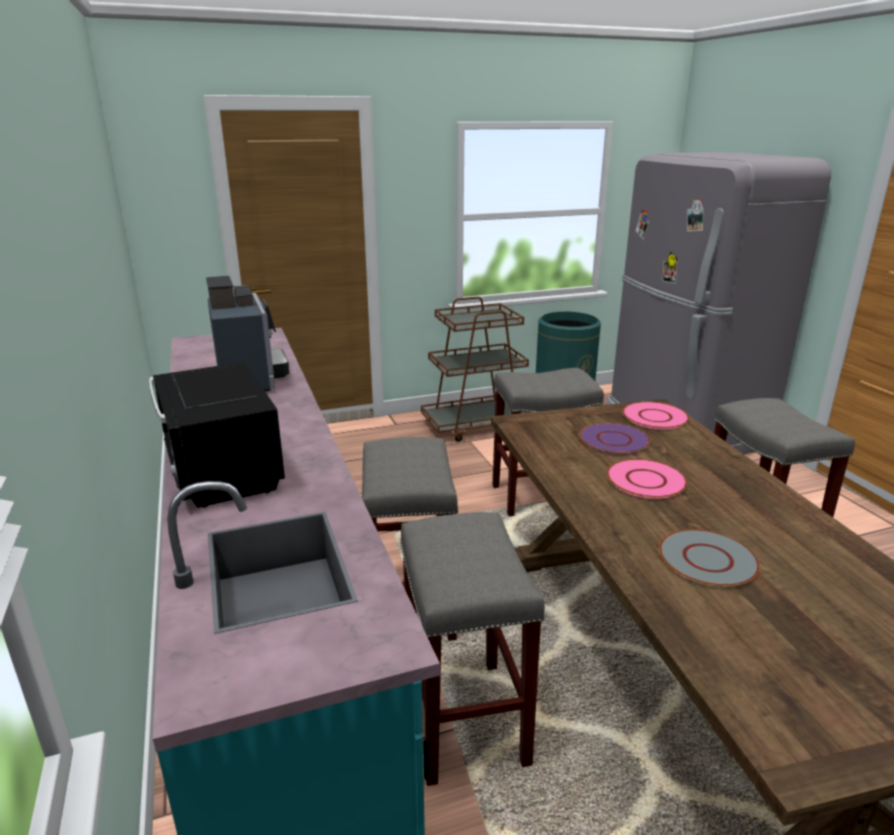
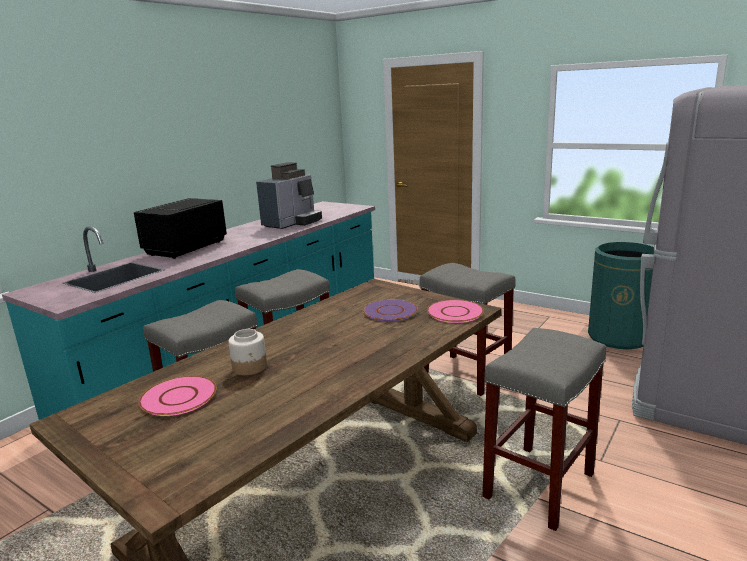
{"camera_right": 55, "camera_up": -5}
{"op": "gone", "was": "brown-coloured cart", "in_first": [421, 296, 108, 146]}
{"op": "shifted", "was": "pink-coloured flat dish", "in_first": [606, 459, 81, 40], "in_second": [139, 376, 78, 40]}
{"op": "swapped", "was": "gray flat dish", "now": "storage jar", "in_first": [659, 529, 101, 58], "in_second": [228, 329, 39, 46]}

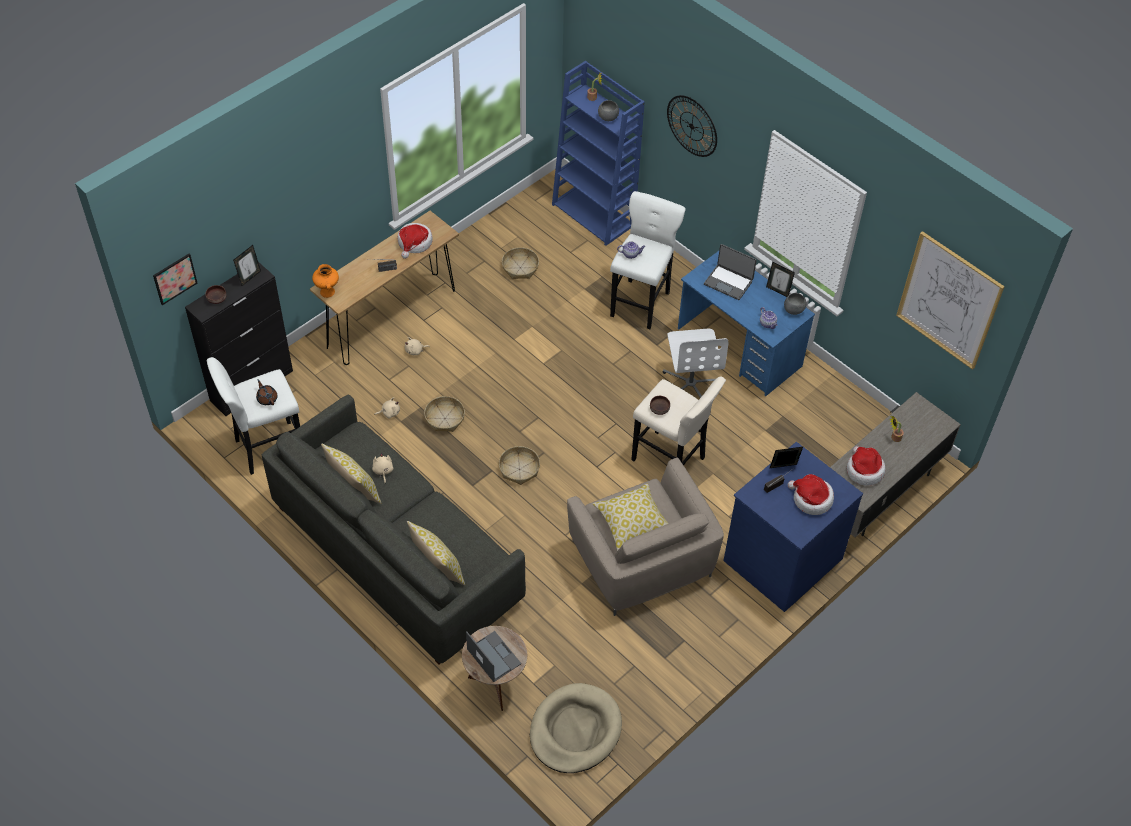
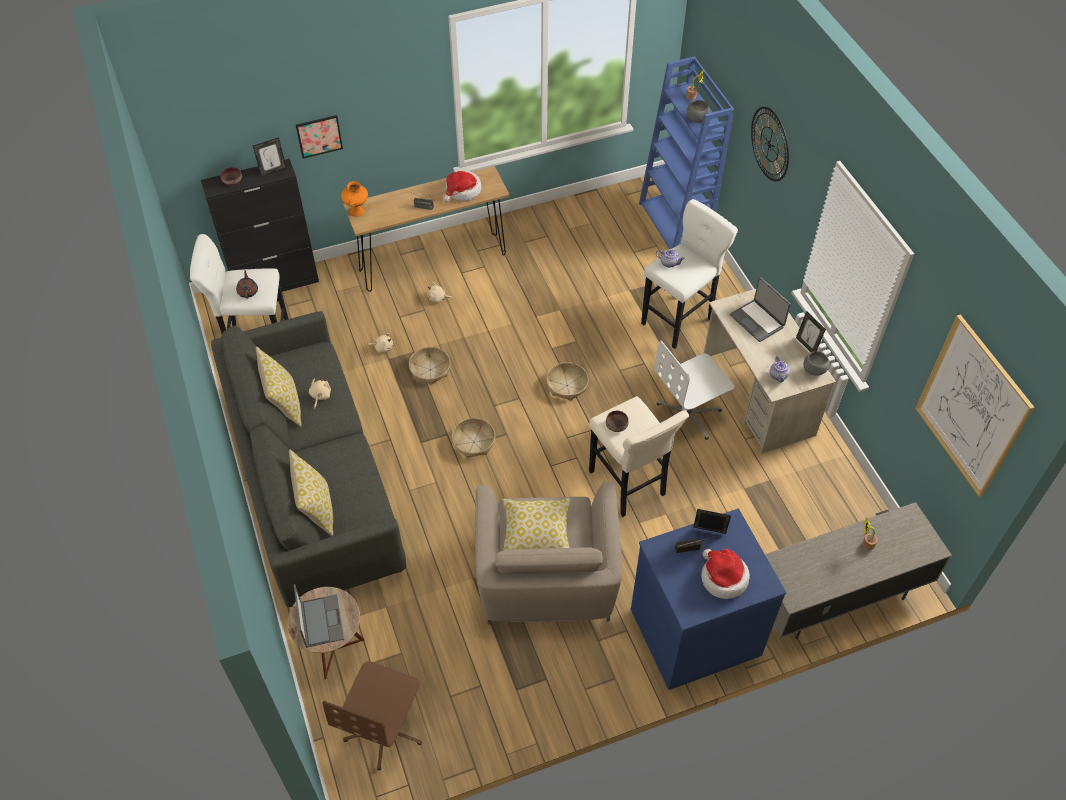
{"camera_right": 25, "camera_up": 0}
{"op": "shifted", "was": "wall art", "in_first": [153, 254, 44, 51], "in_second": [296, 115, 47, 44]}
{"op": "shifted", "was": "basket", "in_first": [502, 247, 37, 32], "in_second": [546, 362, 43, 39]}
{"op": "swapped", "was": "beige-coloured pet bed", "now": "brown-coloured desk chair", "in_first": [530, 683, 92, 90], "in_second": [322, 661, 100, 109]}
{"op": "rotated", "was": "white desk chair", "in_first": [662, 329, 66, 69], "in_second": [654, 340, 80, 100], "clockwise": 45}
{"op": "repainted", "was": "blue-coloured desk unit", "now": "beige-coloured desk unit", "in_first": [678, 251, 137, 145], "in_second": [703, 285, 133, 169]}
{"op": "gone", "was": "wearable hat", "in_first": [847, 446, 38, 40]}

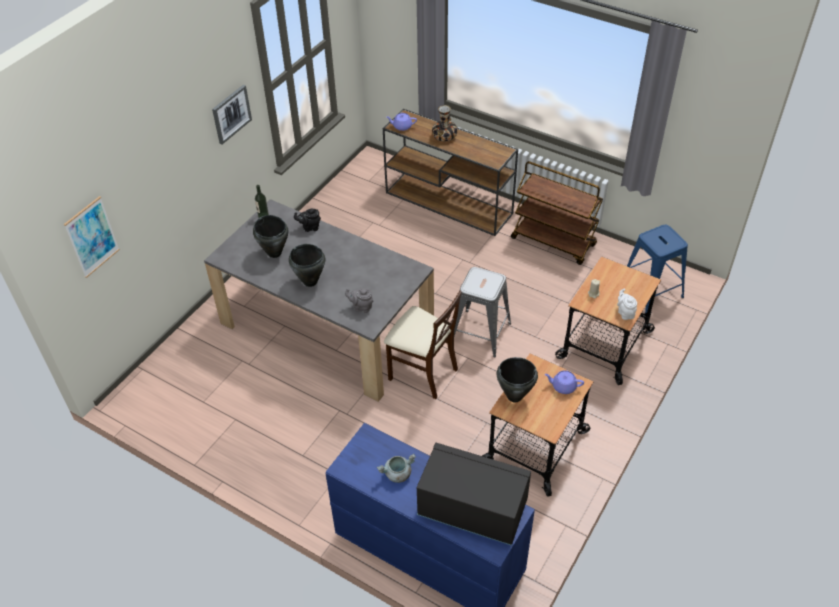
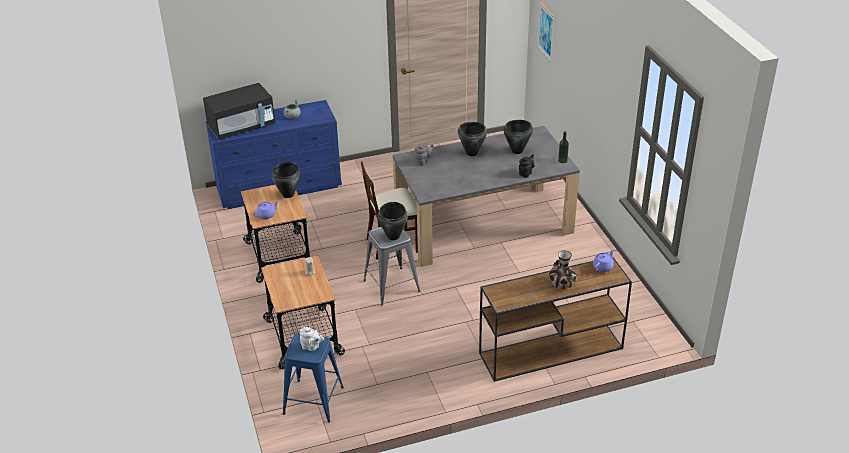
{"camera_right": 130, "camera_up": -10}
{"op": "gone", "was": "wall art", "in_first": [212, 85, 40, 59]}
{"op": "gone", "was": "brown-coloured cart", "in_first": [511, 161, 92, 104]}
{"op": "shifted", "was": "white tea pot", "in_first": [617, 288, 20, 32], "in_second": [300, 327, 24, 24]}
{"op": "new", "now": "blackish saucepot", "in_second": [378, 202, 30, 38]}

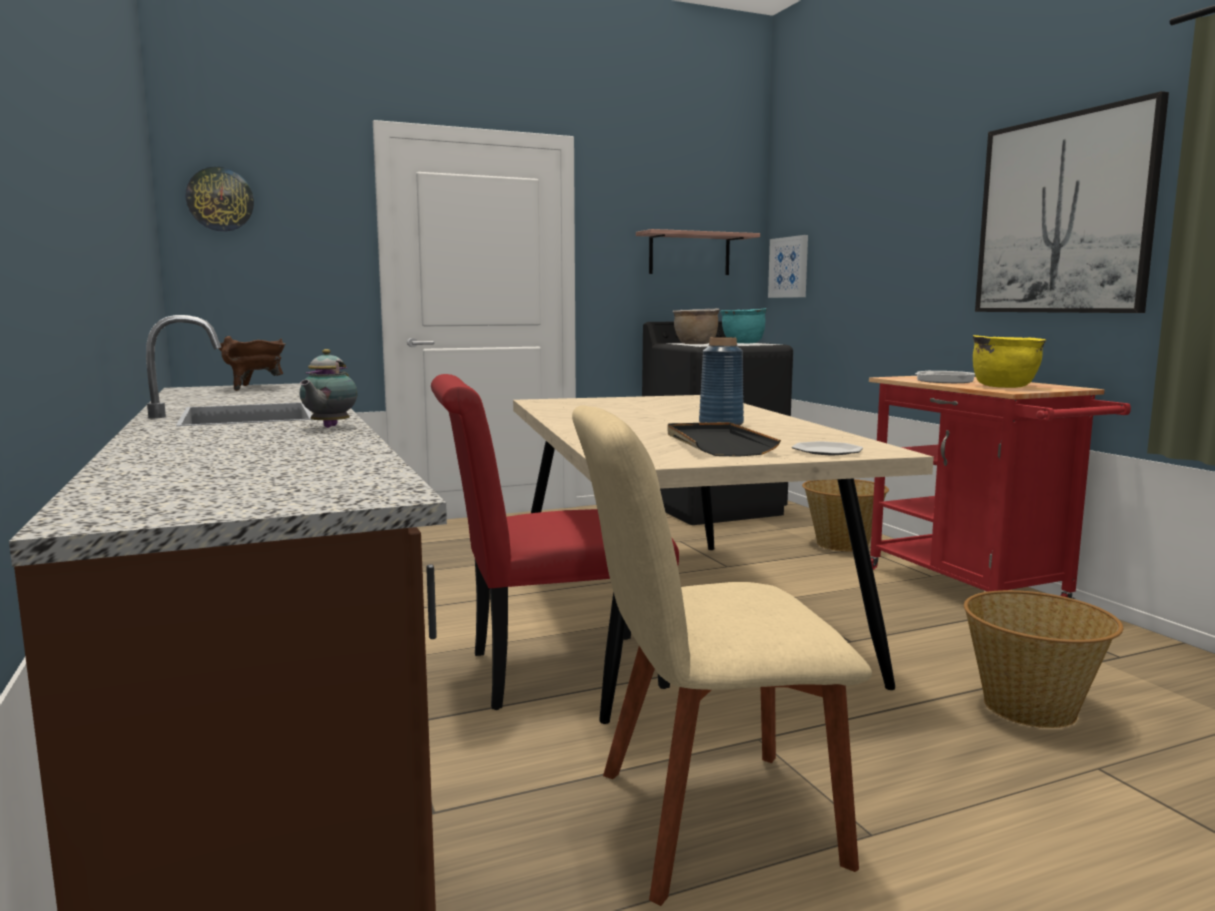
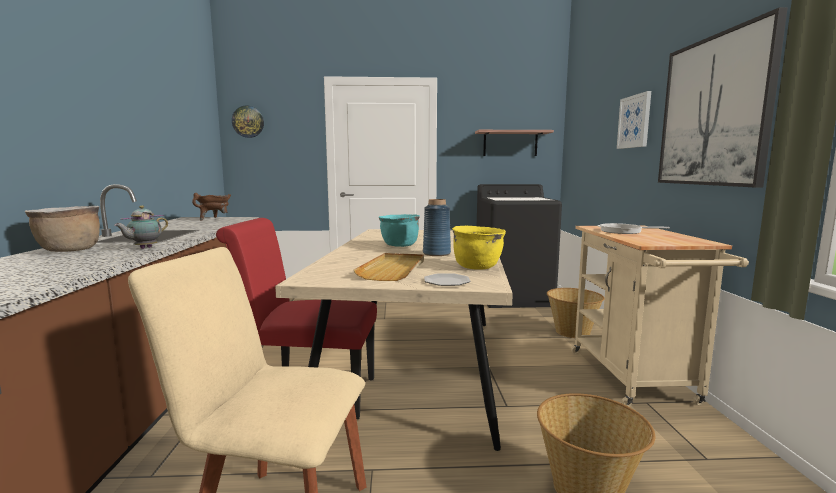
{"camera_right": 20, "camera_up": 0}
{"op": "repainted", "was": "blackish tray", "now": "beige-coloured tray", "in_first": [668, 422, 113, 35], "in_second": [354, 253, 70, 28]}
{"op": "shifted", "was": "brown-coloured saucepot", "in_first": [673, 308, 47, 36], "in_second": [25, 206, 75, 46]}
{"op": "shifted", "was": "turquoise saucepot", "in_first": [720, 308, 47, 35], "in_second": [379, 214, 41, 33]}
{"op": "shifted", "was": "wall art", "in_first": [768, 235, 40, 63], "in_second": [617, 91, 34, 58]}
{"op": "repainted", "was": "red cart", "now": "beige-coloured cart", "in_first": [869, 376, 262, 223], "in_second": [571, 225, 178, 182]}
{"op": "shifted", "was": "yellowish saucepot", "in_first": [973, 335, 74, 53], "in_second": [452, 226, 54, 44]}

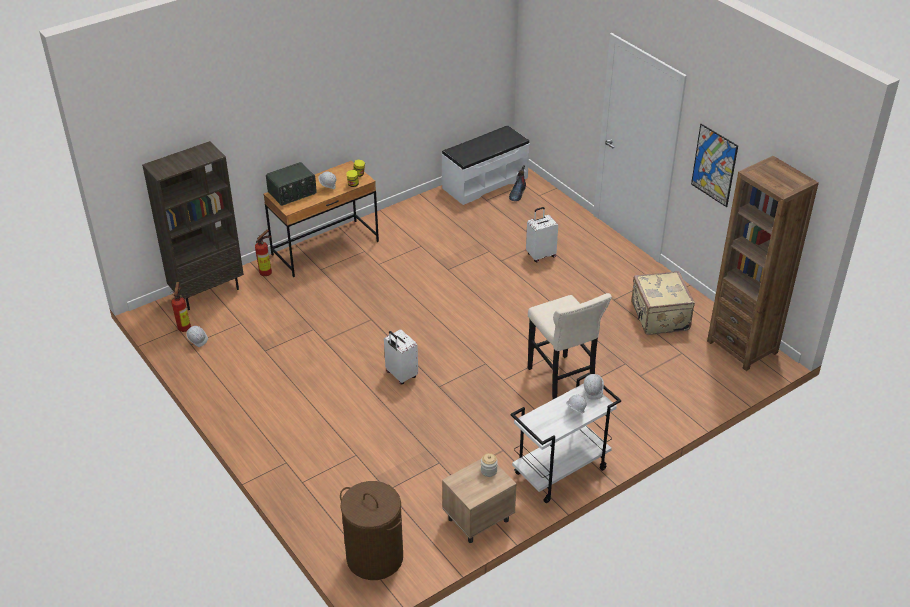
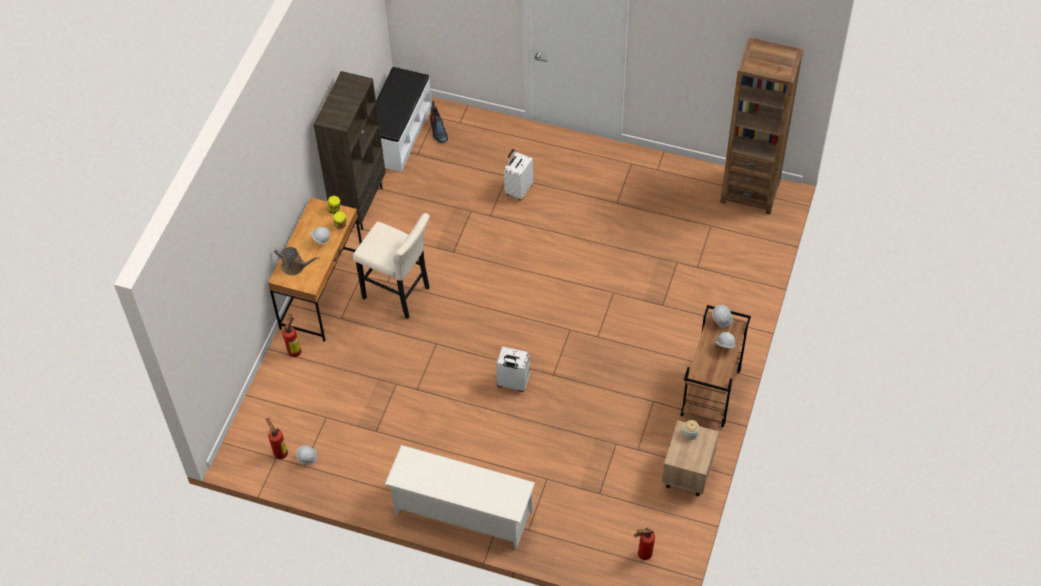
{"camera_right": -35, "camera_up": 15}
{"op": "shifted", "was": "brown-coloured bookshelf", "in_first": [142, 141, 102, 169], "in_second": [313, 71, 73, 159]}
{"op": "swapped", "was": "radio set", "now": "brown-coloured sprinkling can", "in_first": [266, 162, 51, 44], "in_second": [274, 247, 46, 29]}
{"op": "swapped", "was": "brown-coloured hamper", "now": "extinguisher", "in_first": [340, 481, 63, 99], "in_second": [634, 527, 21, 33]}
{"op": "repainted", "was": "white cart", "now": "brown-coloured cart", "in_first": [511, 373, 110, 130], "in_second": [680, 305, 71, 122]}
{"op": "shifted", "was": "beige-coloured sitting stool", "in_first": [528, 293, 84, 107], "in_second": [353, 213, 77, 106]}
{"op": "gone", "was": "beige-coloured suitcase", "in_first": [631, 271, 64, 64]}
{"op": "gone", "was": "wall art", "in_first": [691, 124, 47, 83]}
{"op": "new", "now": "white shoe shelf", "in_second": [385, 445, 150, 105]}

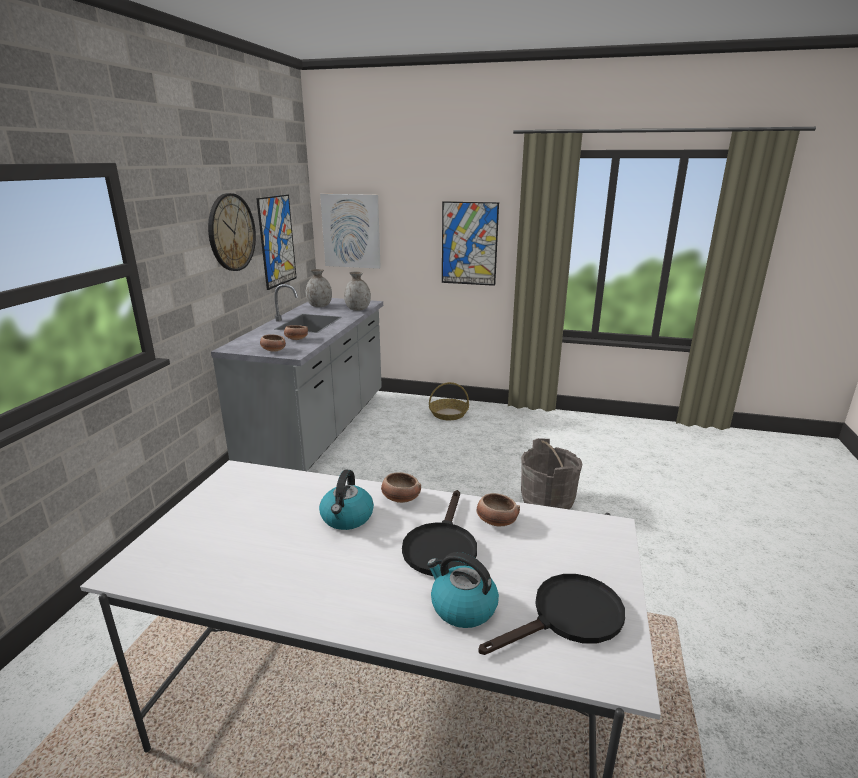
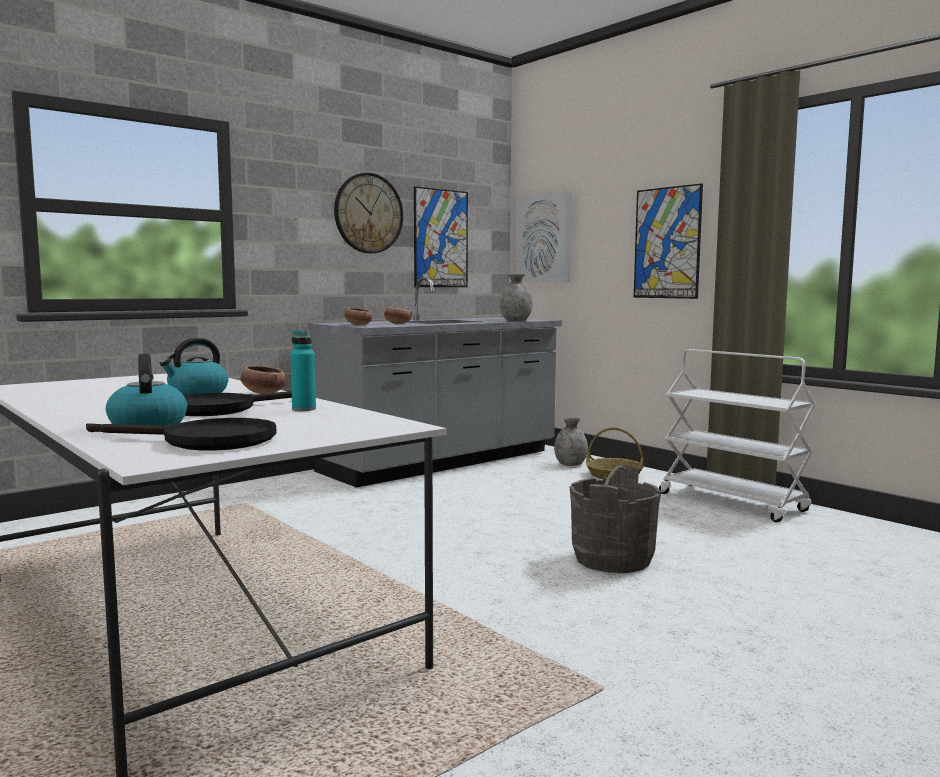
{"camera_right": 35, "camera_up": -15}
{"op": "shifted", "was": "gray vase", "in_first": [306, 269, 26, 38], "in_second": [554, 418, 34, 48]}
{"op": "swapped", "was": "deep dish", "now": "turquoise beverage bottle", "in_first": [476, 493, 44, 33], "in_second": [291, 330, 25, 81]}
{"op": "new", "now": "white cart", "in_second": [659, 349, 157, 173]}

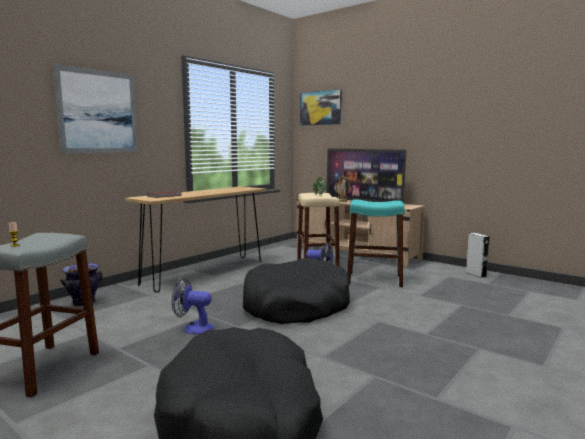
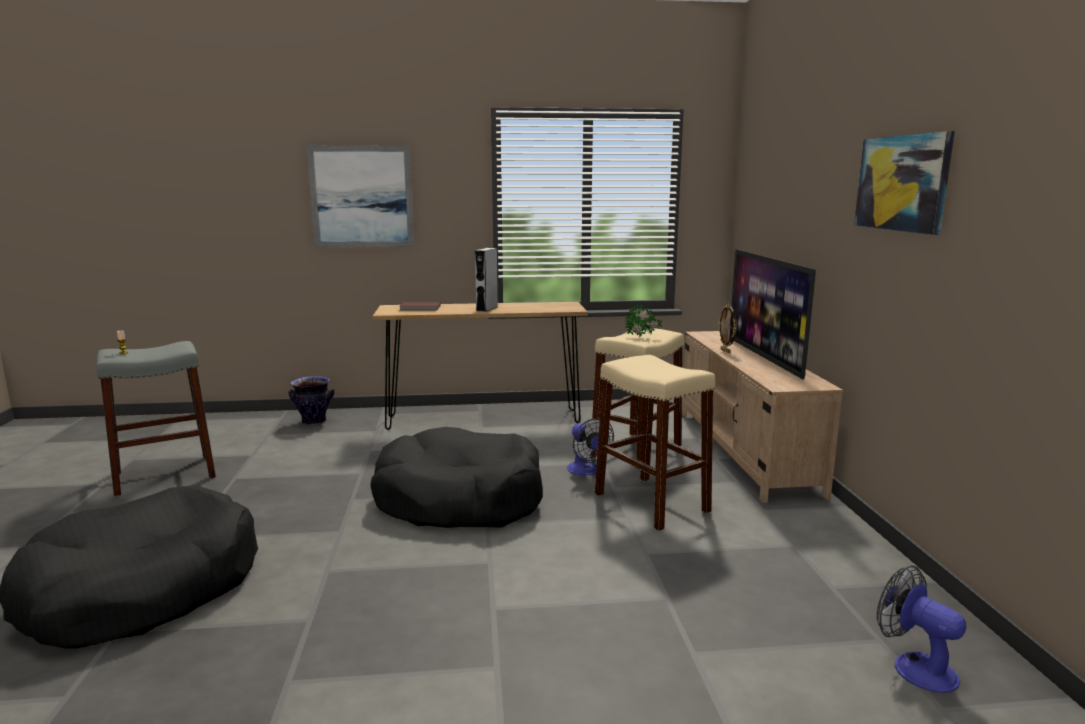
{"camera_right": 45, "camera_up": 5}
{"op": "shifted", "was": "cooling fan", "in_first": [172, 278, 42, 56], "in_second": [877, 565, 89, 128]}
{"op": "shifted", "was": "wall art", "in_first": [300, 89, 42, 37], "in_second": [854, 131, 101, 104]}
{"op": "repainted", "was": "turquoise sitting stool", "now": "beige-coloured sitting stool", "in_first": [347, 199, 58, 88], "in_second": [595, 355, 121, 176]}
{"op": "shifted", "was": "gray audio speaker", "in_first": [466, 233, 24, 45], "in_second": [475, 248, 23, 64]}

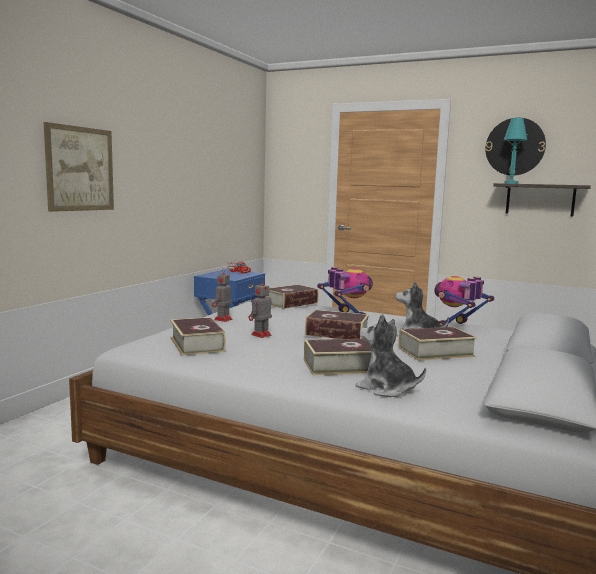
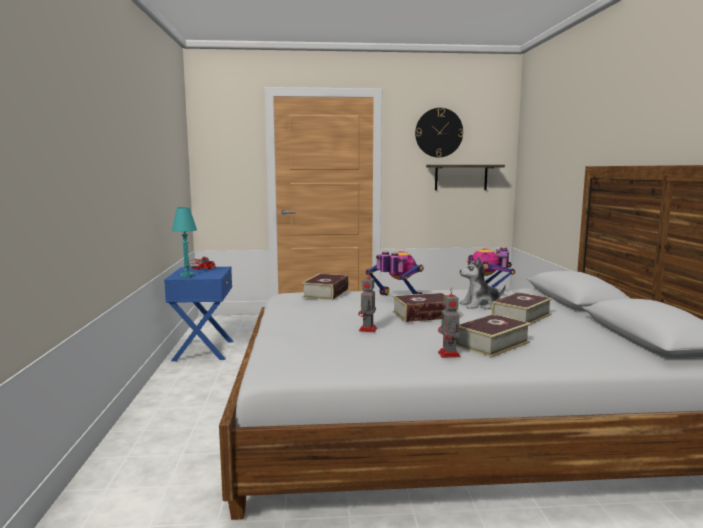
{"camera_right": -30, "camera_up": 0}
{"op": "gone", "was": "wall art", "in_first": [44, 122, 70, 90]}
{"op": "gone", "was": "book", "in_first": [170, 317, 56, 38]}
{"op": "shifted", "was": "toy robot", "in_first": [212, 268, 20, 54], "in_second": [438, 288, 23, 70]}
{"op": "gone", "was": "soft toy", "in_first": [355, 314, 71, 83]}
{"op": "shifted", "was": "turquoise table lamp", "in_first": [504, 118, 23, 66], "in_second": [172, 207, 25, 70]}

